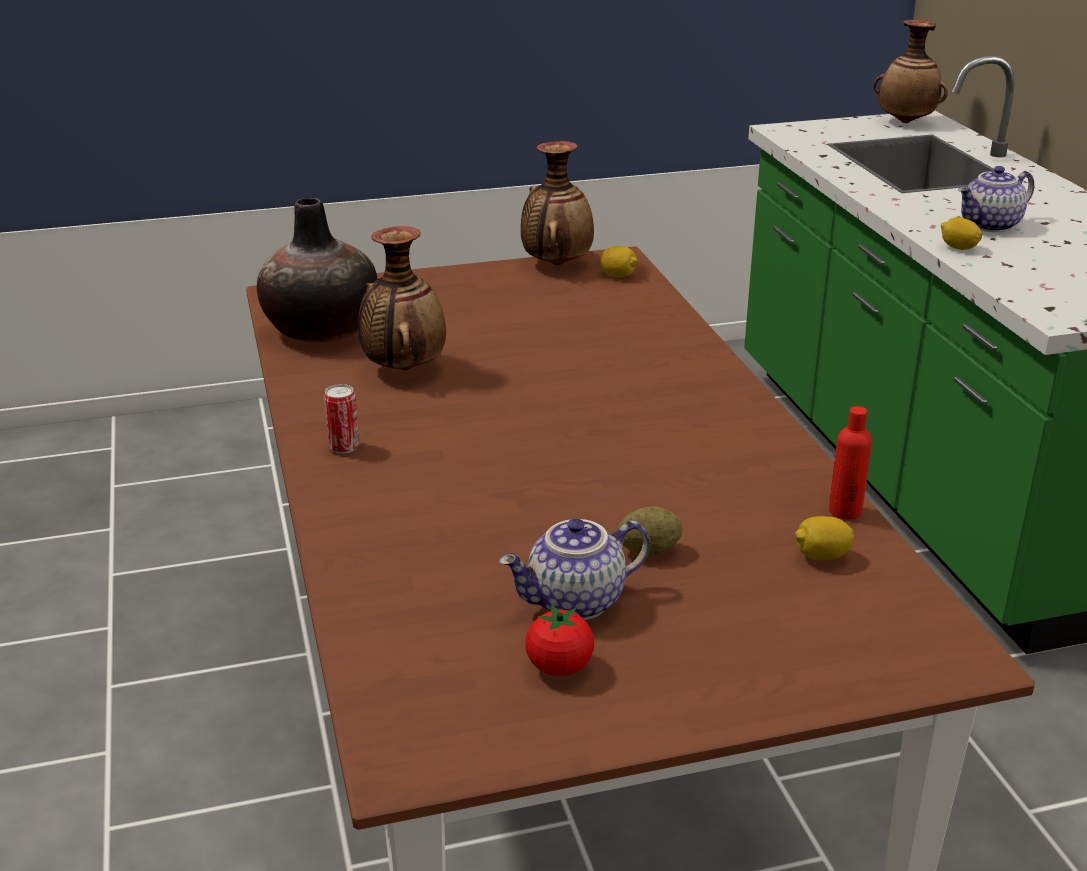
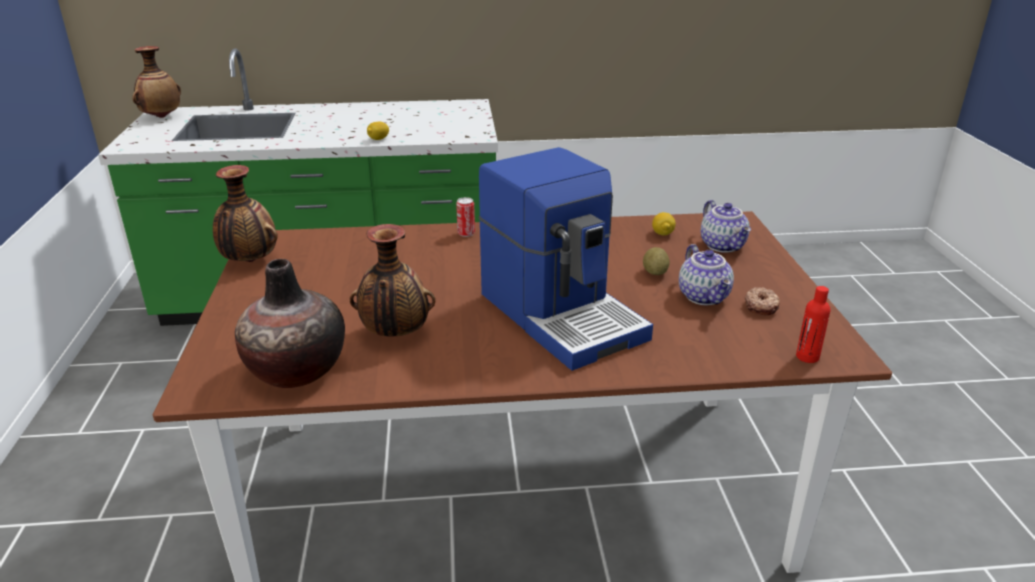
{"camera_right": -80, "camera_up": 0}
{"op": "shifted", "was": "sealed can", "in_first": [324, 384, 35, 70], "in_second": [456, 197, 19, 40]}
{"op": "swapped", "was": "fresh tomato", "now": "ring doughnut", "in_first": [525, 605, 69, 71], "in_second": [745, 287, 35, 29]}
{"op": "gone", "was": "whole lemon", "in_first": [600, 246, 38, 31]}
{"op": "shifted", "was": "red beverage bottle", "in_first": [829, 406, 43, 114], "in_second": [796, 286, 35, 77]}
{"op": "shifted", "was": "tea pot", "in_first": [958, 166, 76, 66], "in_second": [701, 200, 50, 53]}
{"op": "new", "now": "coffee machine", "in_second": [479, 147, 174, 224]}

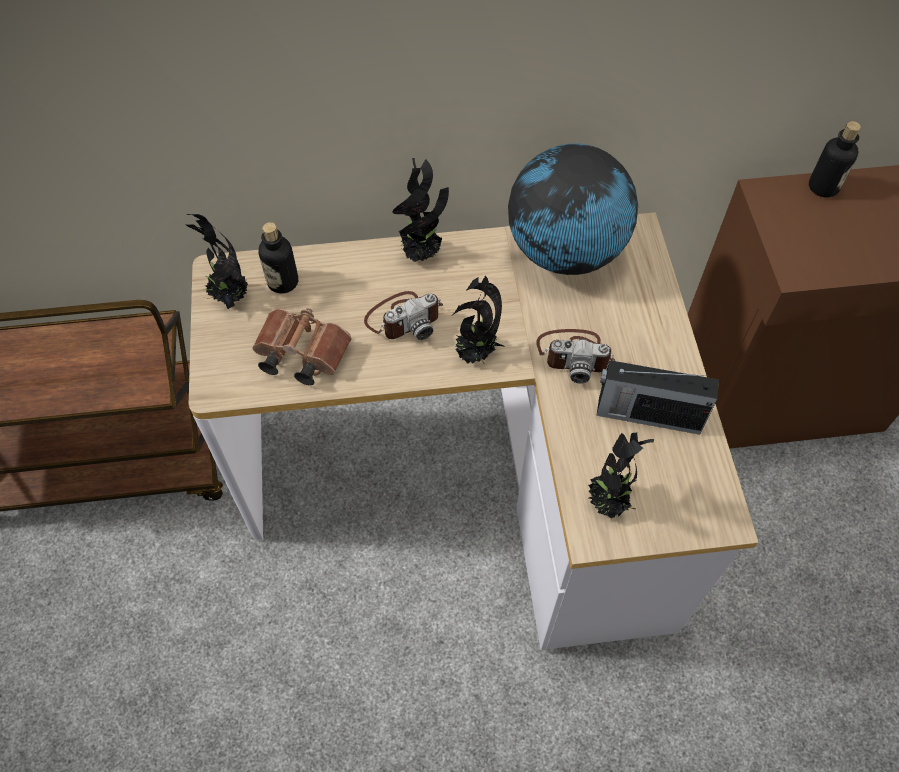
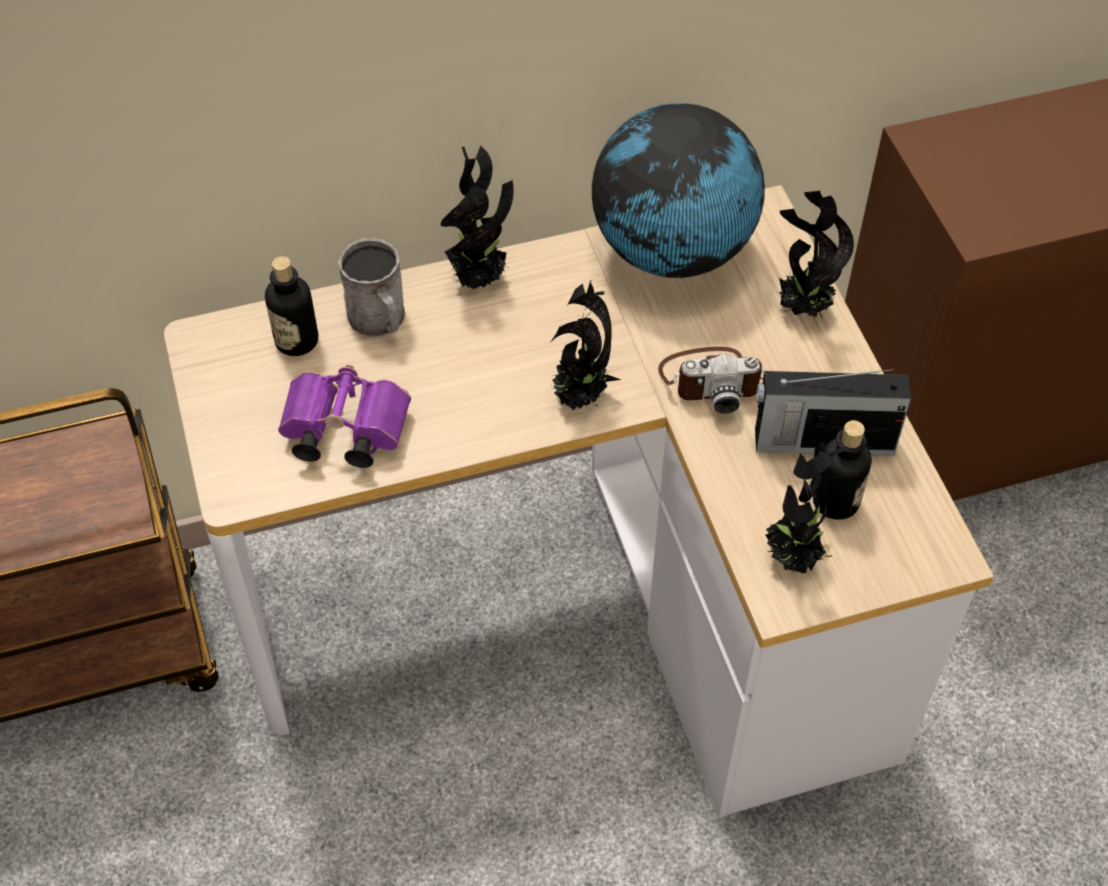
{"camera_right": -10, "camera_up": -5}
{"op": "shifted", "was": "potted plant", "in_first": [186, 214, 62, 95], "in_second": [779, 190, 75, 129]}
{"op": "repainted", "was": "brown-coloured pair of binoculars", "now": "purple pair of binoculars", "in_first": [252, 308, 100, 77], "in_second": [278, 365, 133, 103]}
{"op": "gone", "was": "photo camera", "in_first": [364, 291, 79, 49]}
{"op": "shifted", "was": "beverage bottle", "in_first": [809, 121, 52, 77], "in_second": [813, 420, 59, 100]}
{"op": "new", "now": "gray coffee mug", "in_second": [338, 238, 68, 99]}

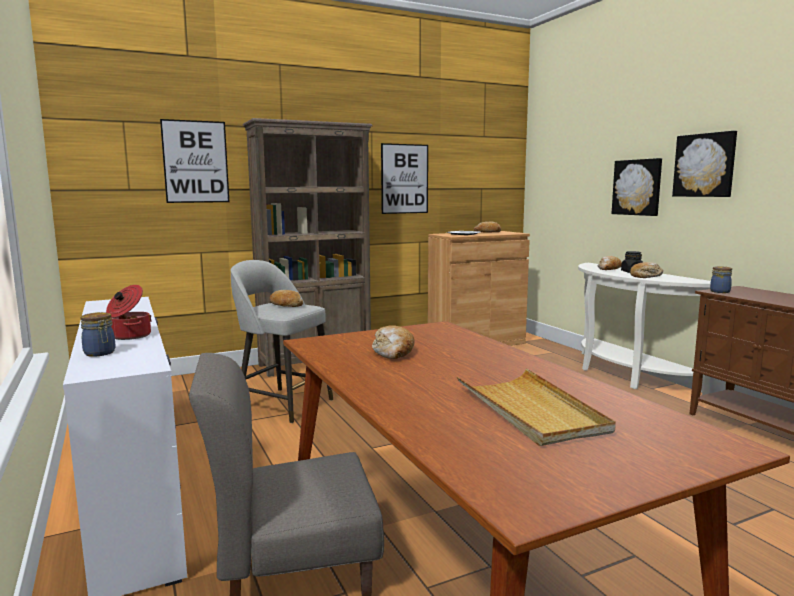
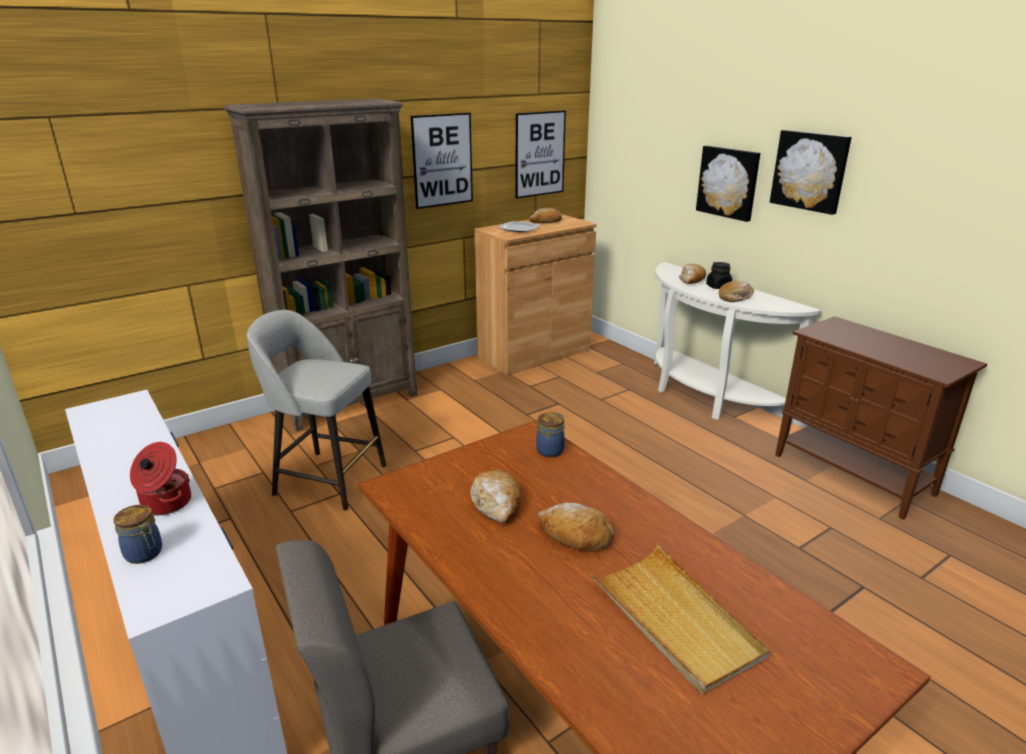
{"camera_right": -10, "camera_up": 15}
{"op": "shifted", "was": "wall art", "in_first": [160, 119, 69, 84], "in_second": [516, 111, 50, 87]}
{"op": "shifted", "was": "bakery bread", "in_first": [270, 290, 33, 17], "in_second": [537, 503, 77, 47]}
{"op": "shifted", "was": "storage jar", "in_first": [710, 266, 22, 27], "in_second": [536, 412, 29, 45]}

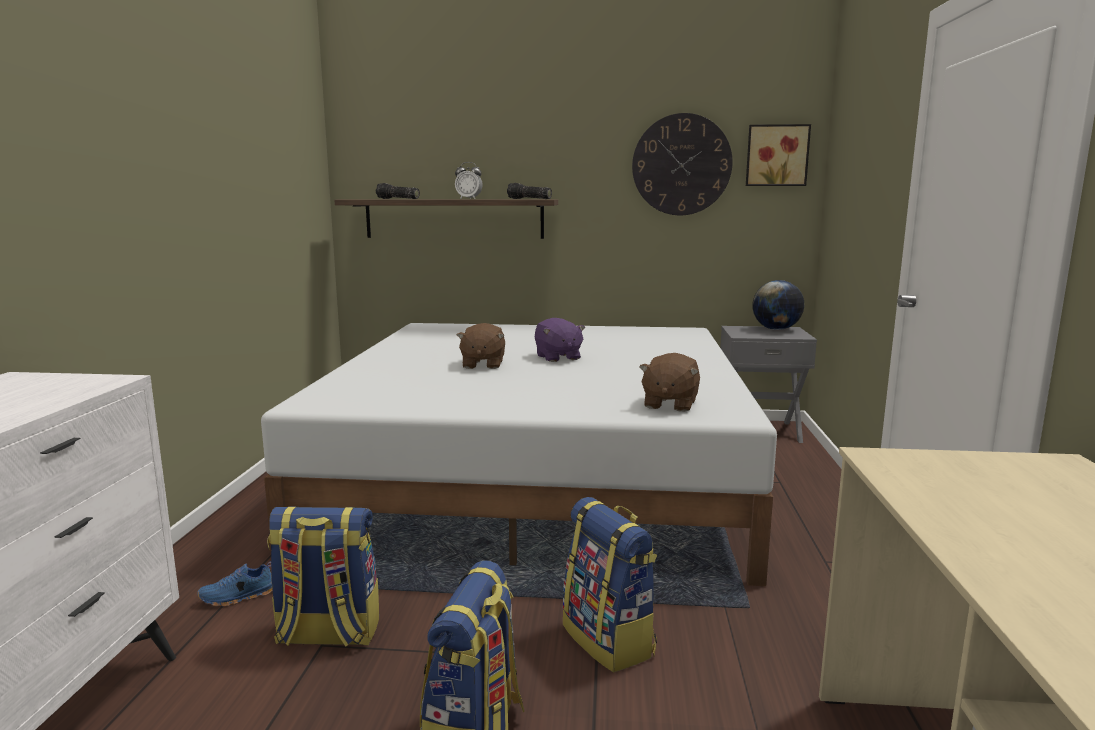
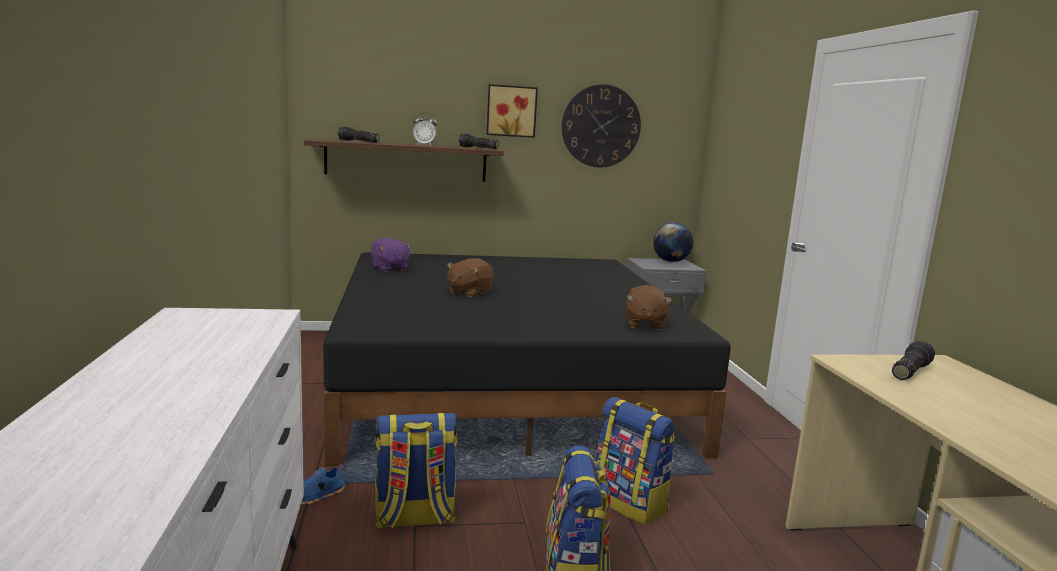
{"camera_right": -15, "camera_up": 0}
{"op": "repainted", "was": "white bedroom bed", "now": "blackish bedroom bed", "in_first": [261, 323, 516, 263], "in_second": [323, 252, 408, 215]}
{"op": "rotated", "was": "brown-coloured soft toy", "in_first": [457, 323, 48, 46], "in_second": [447, 258, 47, 39], "clockwise": 45}
{"op": "shifted", "was": "purple soft toy", "in_first": [535, 318, 50, 44], "in_second": [371, 237, 41, 35]}
{"op": "shifted", "was": "wall art", "in_first": [746, 124, 65, 62], "in_second": [486, 84, 52, 54]}
{"op": "new", "now": "torch", "in_second": [892, 341, 43, 39]}

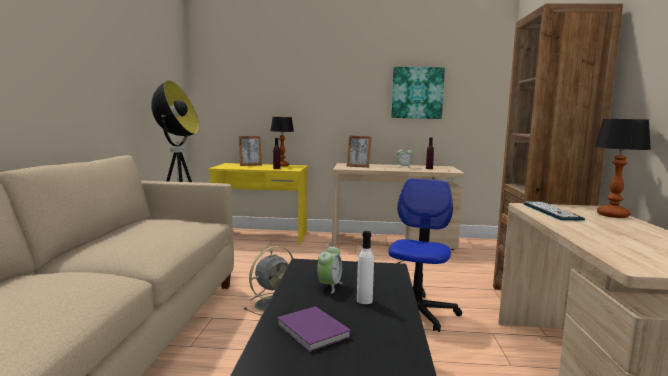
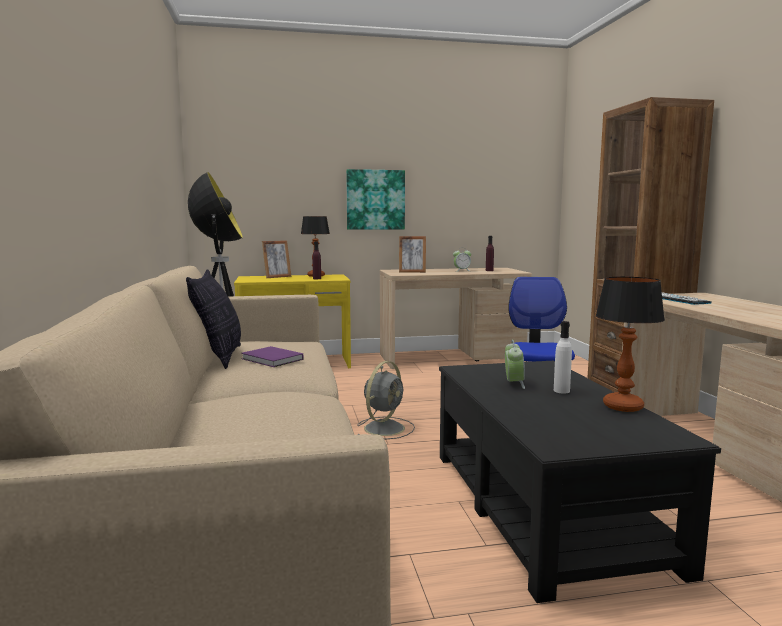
{"camera_right": -15, "camera_up": 0}
{"op": "shifted", "was": "purple book", "in_first": [277, 306, 74, 46], "in_second": [241, 346, 62, 21]}
{"op": "shifted", "was": "wall art", "in_first": [391, 67, 54, 52], "in_second": [346, 169, 59, 61]}
{"op": "shifted", "was": "table lamp", "in_first": [594, 119, 57, 99], "in_second": [596, 277, 69, 135]}
{"op": "new", "now": "cushion", "in_second": [186, 269, 55, 100]}

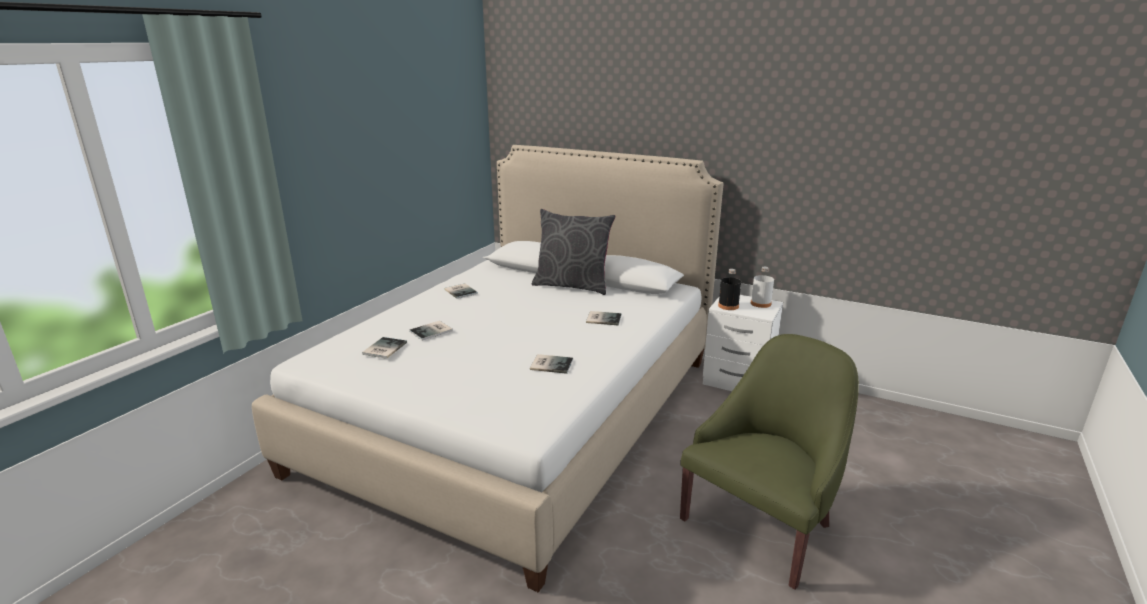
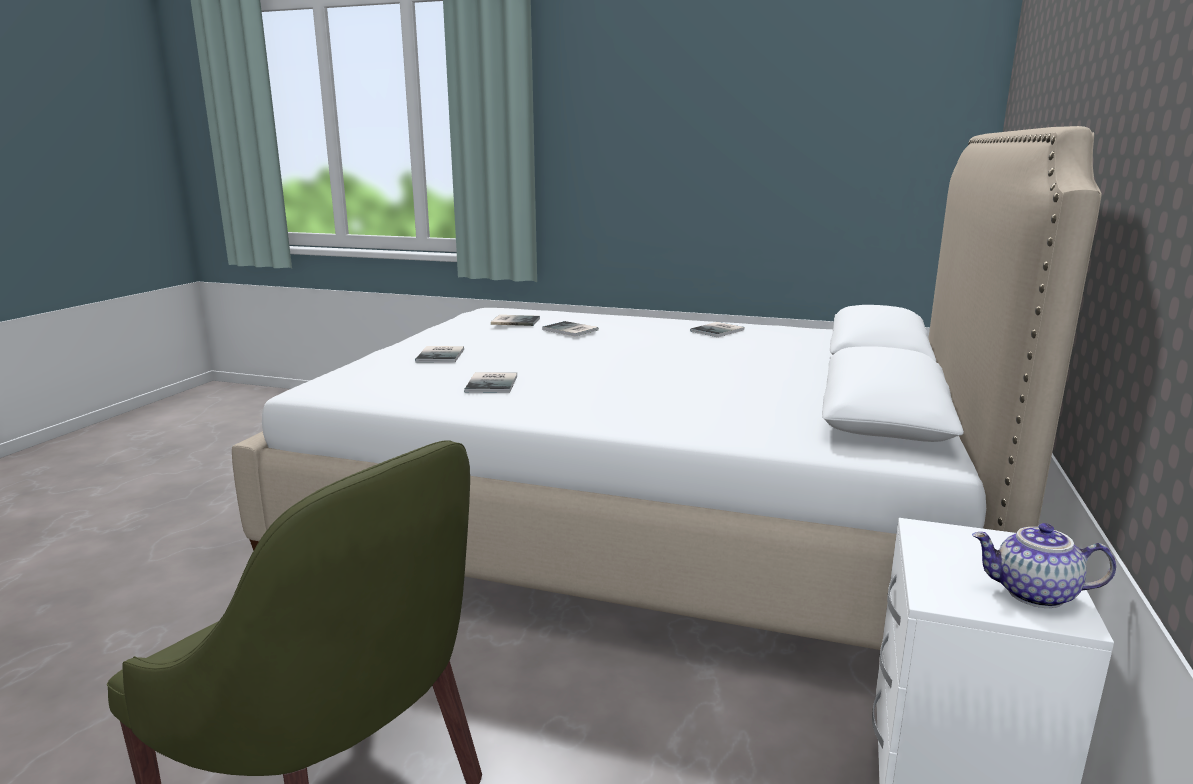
{"camera_right": 80, "camera_up": -5}
{"op": "gone", "was": "gray cushion", "in_first": [532, 209, 83, 86]}
{"op": "shifted", "was": "book", "in_first": [586, 311, 36, 15], "in_second": [415, 346, 49, 17]}
{"op": "gone", "was": "blackish beverage bottle", "in_first": [718, 269, 23, 41]}
{"op": "swapped", "was": "white beverage bottle", "now": "tea pot", "in_first": [751, 267, 23, 41], "in_second": [972, 523, 144, 85]}

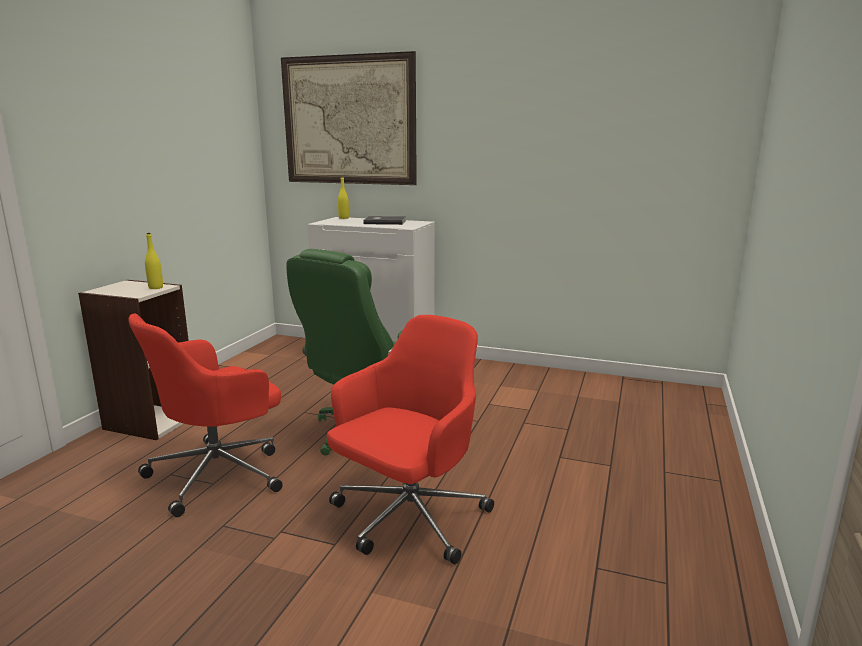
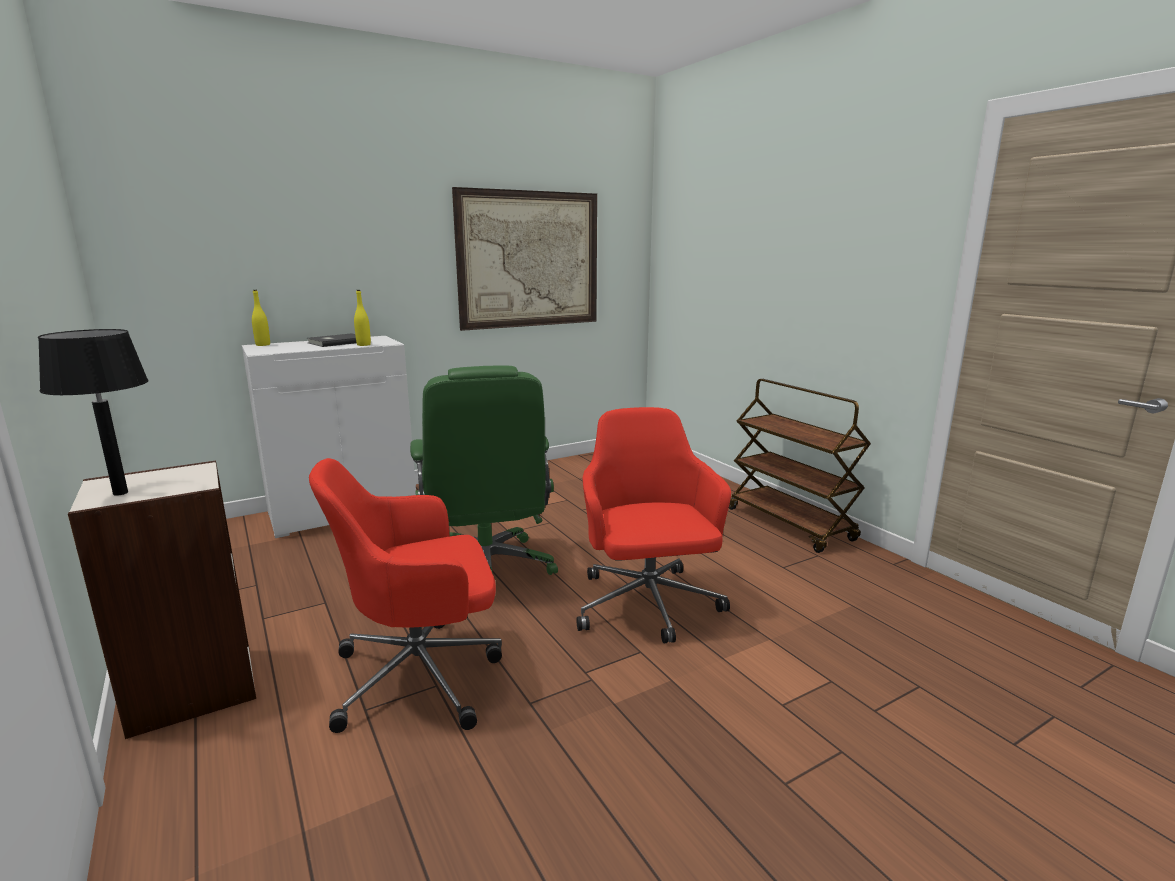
{"camera_right": -50, "camera_up": 0}
{"op": "rotated", "was": "red desk chair", "in_first": [128, 314, 155, 203], "in_second": [309, 458, 193, 275], "clockwise": 75}
{"op": "shifted", "was": "yellowish beverage bottle", "in_first": [145, 233, 18, 56], "in_second": [354, 290, 17, 56]}
{"op": "shifted", "was": "wall art", "in_first": [281, 51, 136, 134], "in_second": [452, 187, 145, 144]}
{"op": "new", "now": "blackish table lamp", "in_second": [38, 329, 111, 167]}
{"op": "new", "now": "brown-coloured cart", "in_second": [729, 379, 142, 174]}

